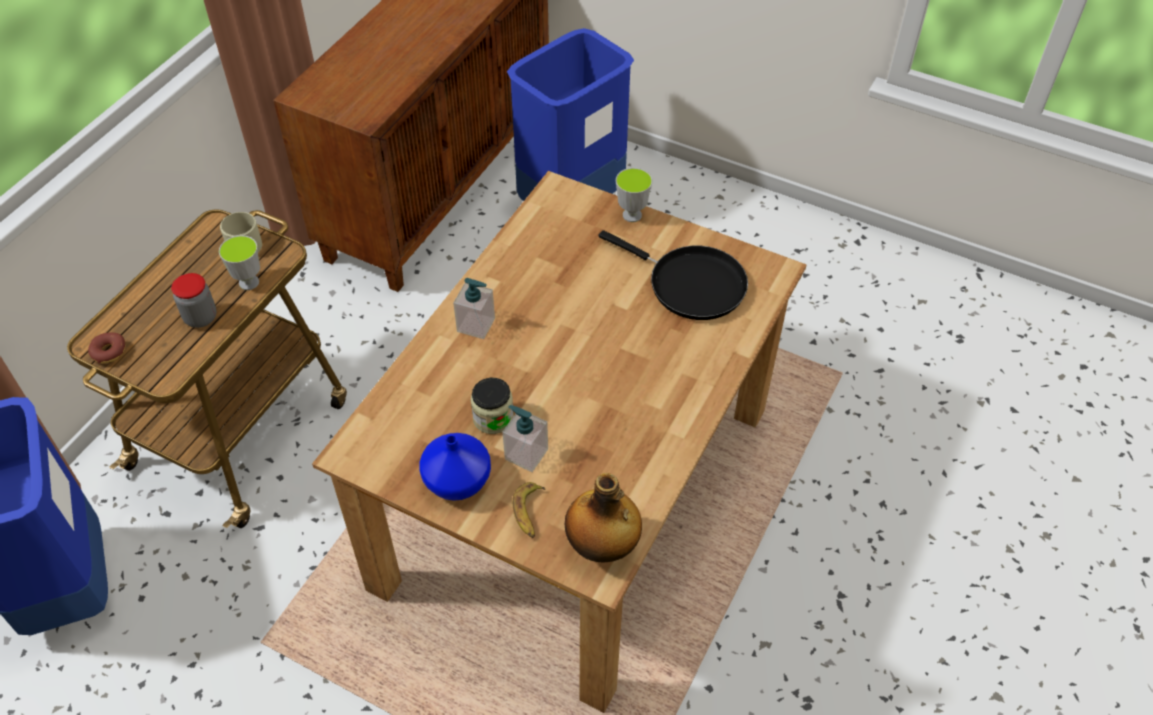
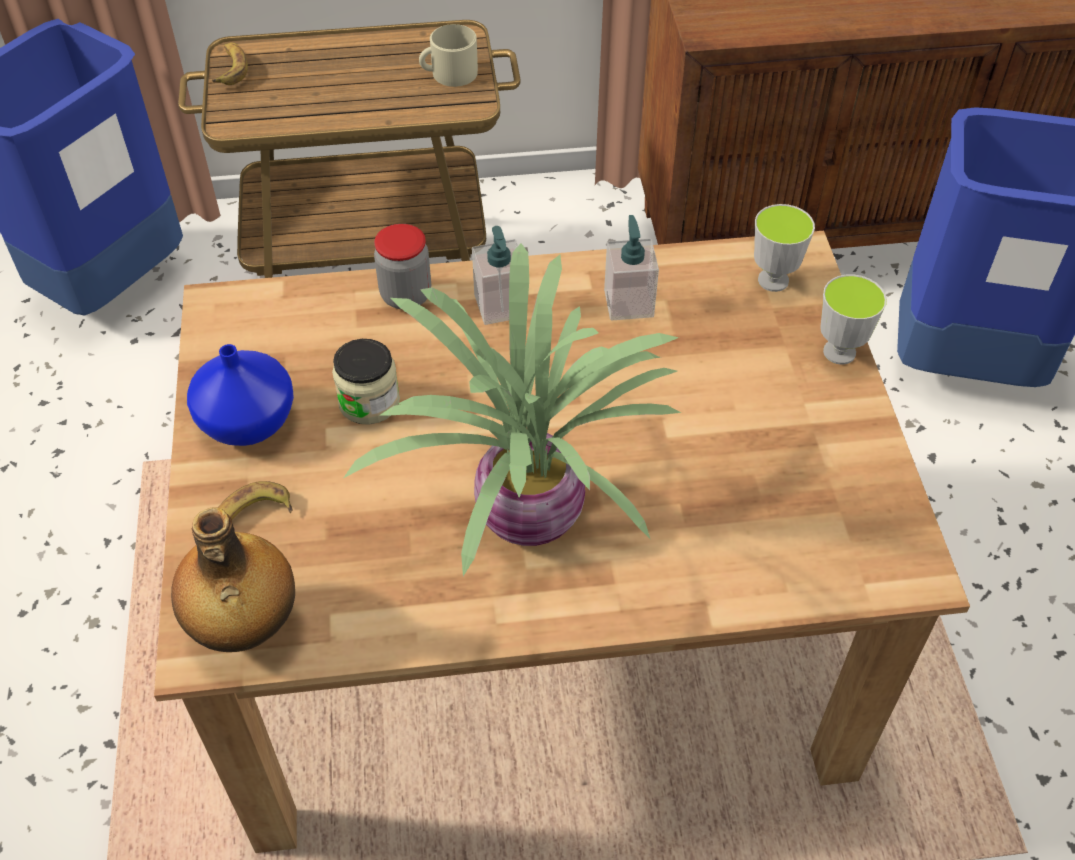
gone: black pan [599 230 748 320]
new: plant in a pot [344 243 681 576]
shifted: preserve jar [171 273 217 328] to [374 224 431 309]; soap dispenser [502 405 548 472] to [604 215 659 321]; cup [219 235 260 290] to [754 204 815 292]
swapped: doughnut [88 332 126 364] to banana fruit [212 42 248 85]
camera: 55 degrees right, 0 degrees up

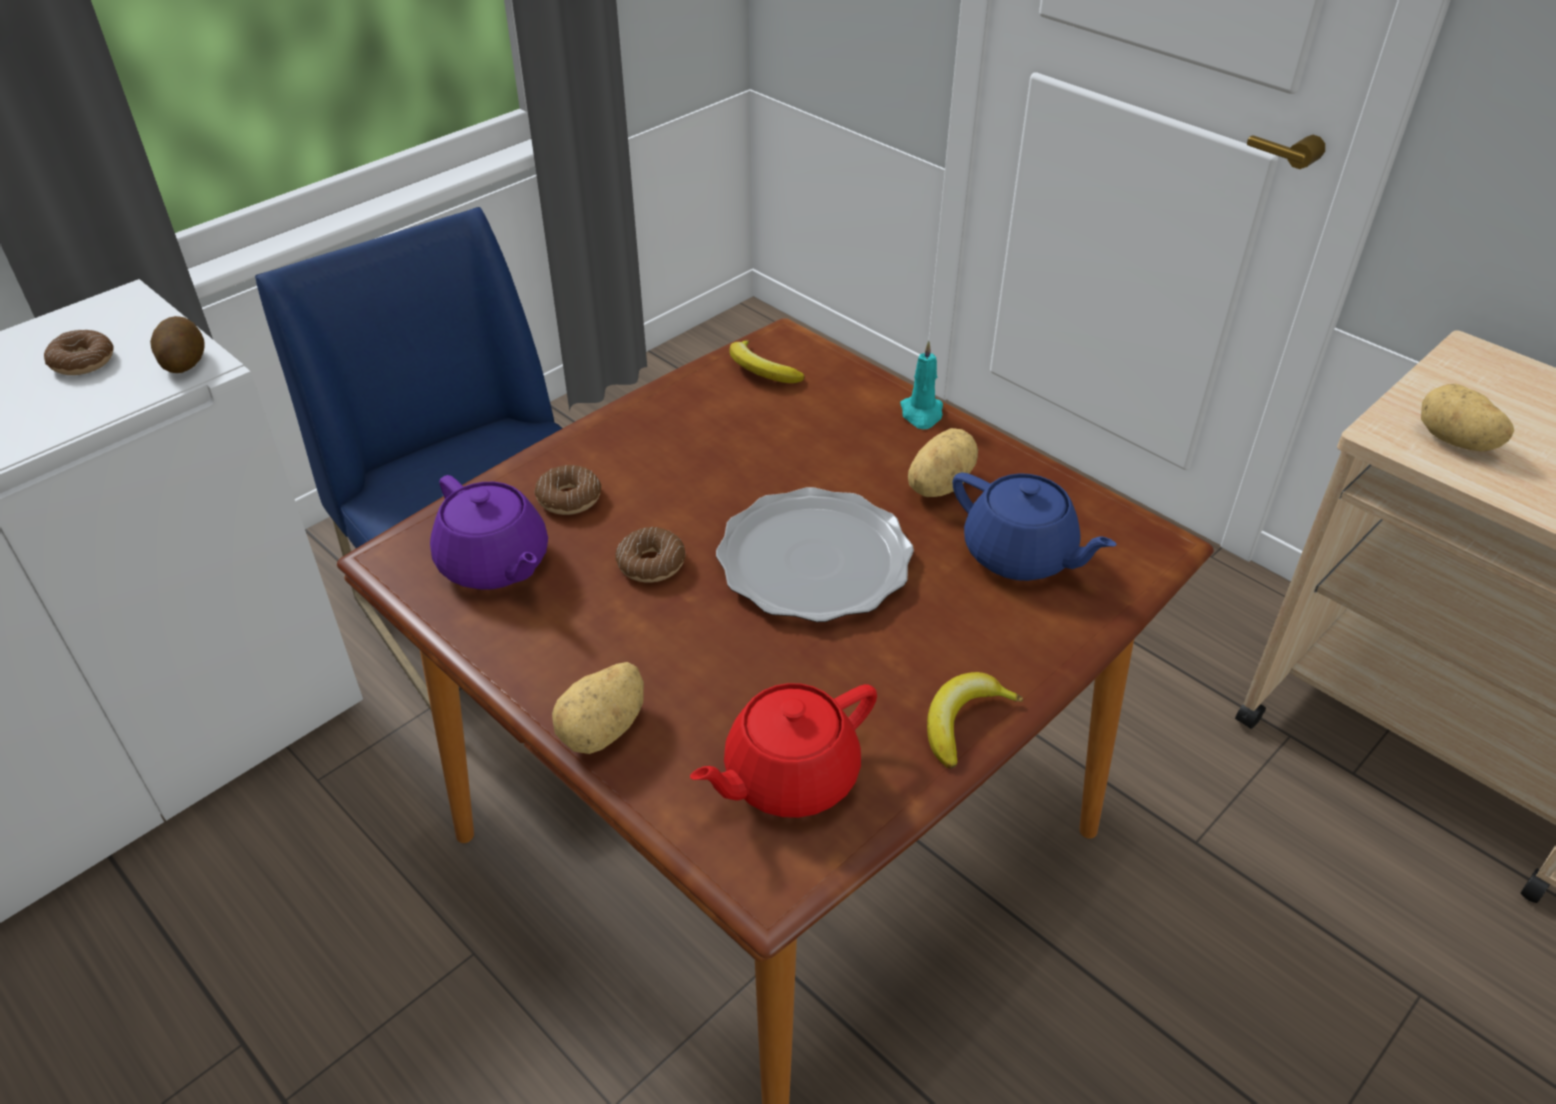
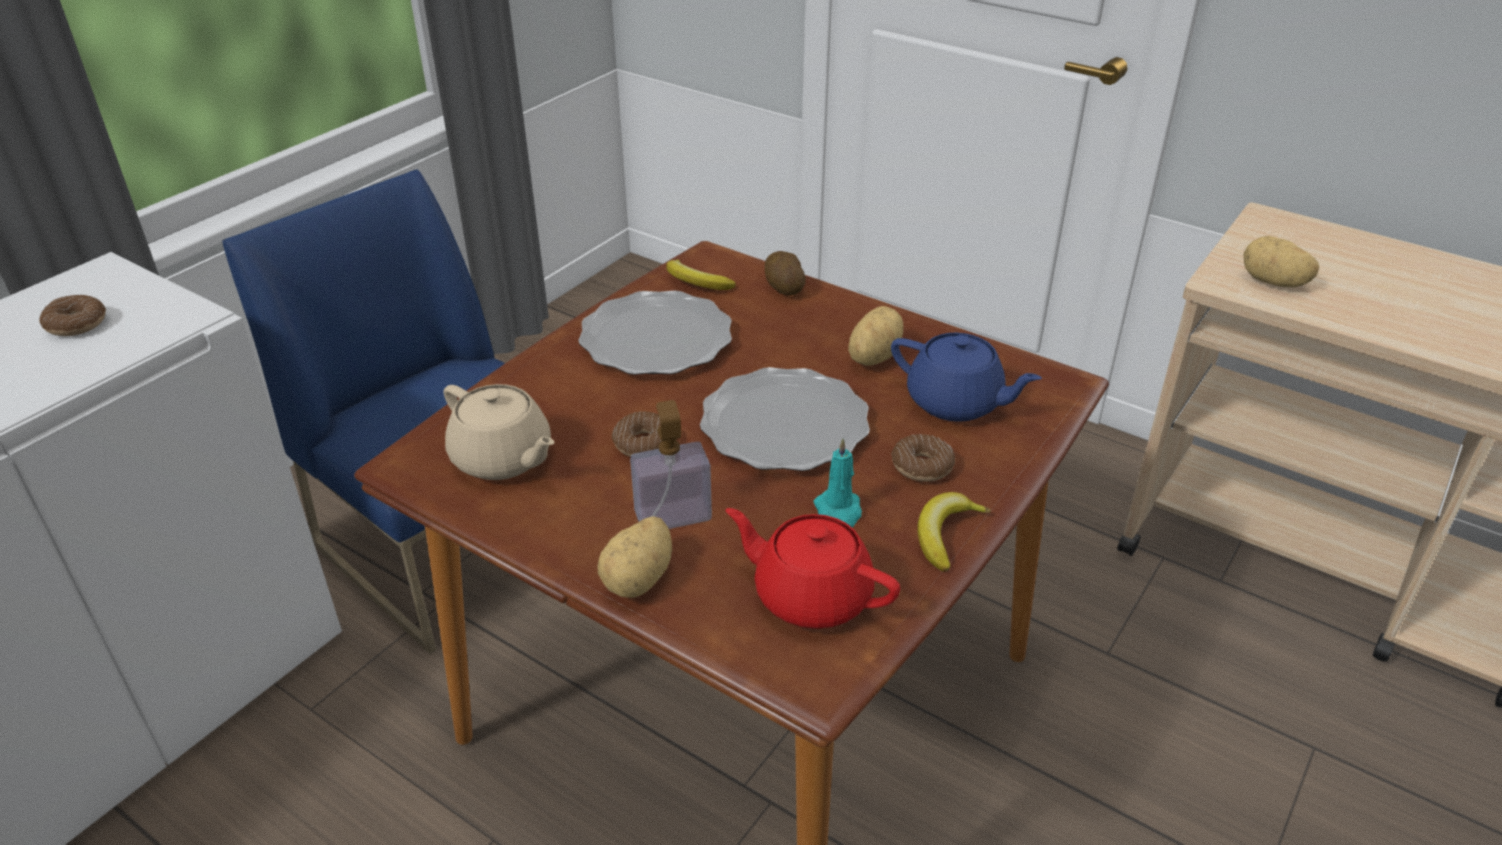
new: plate [578 291 732 375]; soap dispenser [630 400 712 529]
shifted: potato [150 316 205 373] to [765 251 806 295]; blue-green wax light [900 341 943 429] to [813 438 862 527]; doughnut [534 465 601 515] to [892 434 955 482]
repainted: purple-coloured tea pot [430 475 548 590] to beige-coloured tea pot [444 384 555 480]
rotated: red tea pot [690 683 877 818] = [726 508 900 629] 75 degrees clockwise
camera: 10 degrees left, 5 degrees down

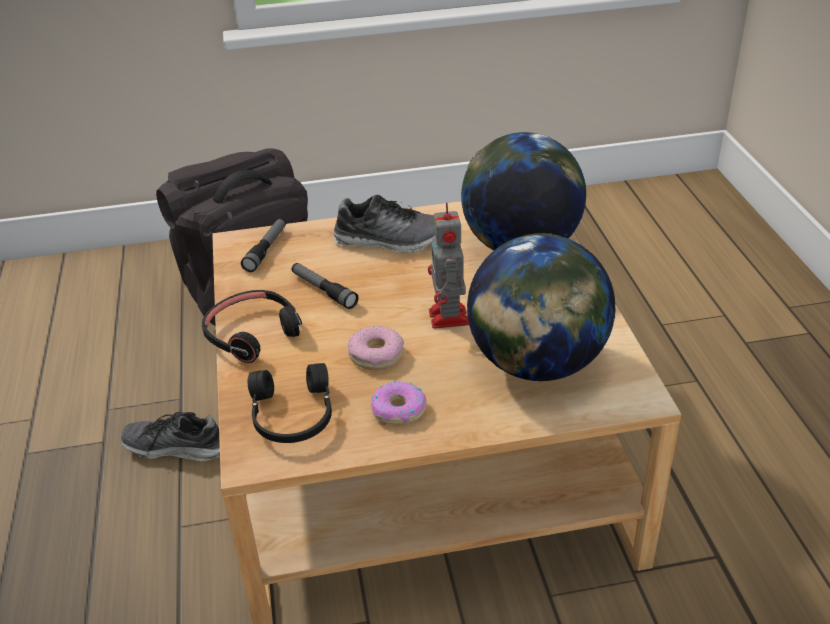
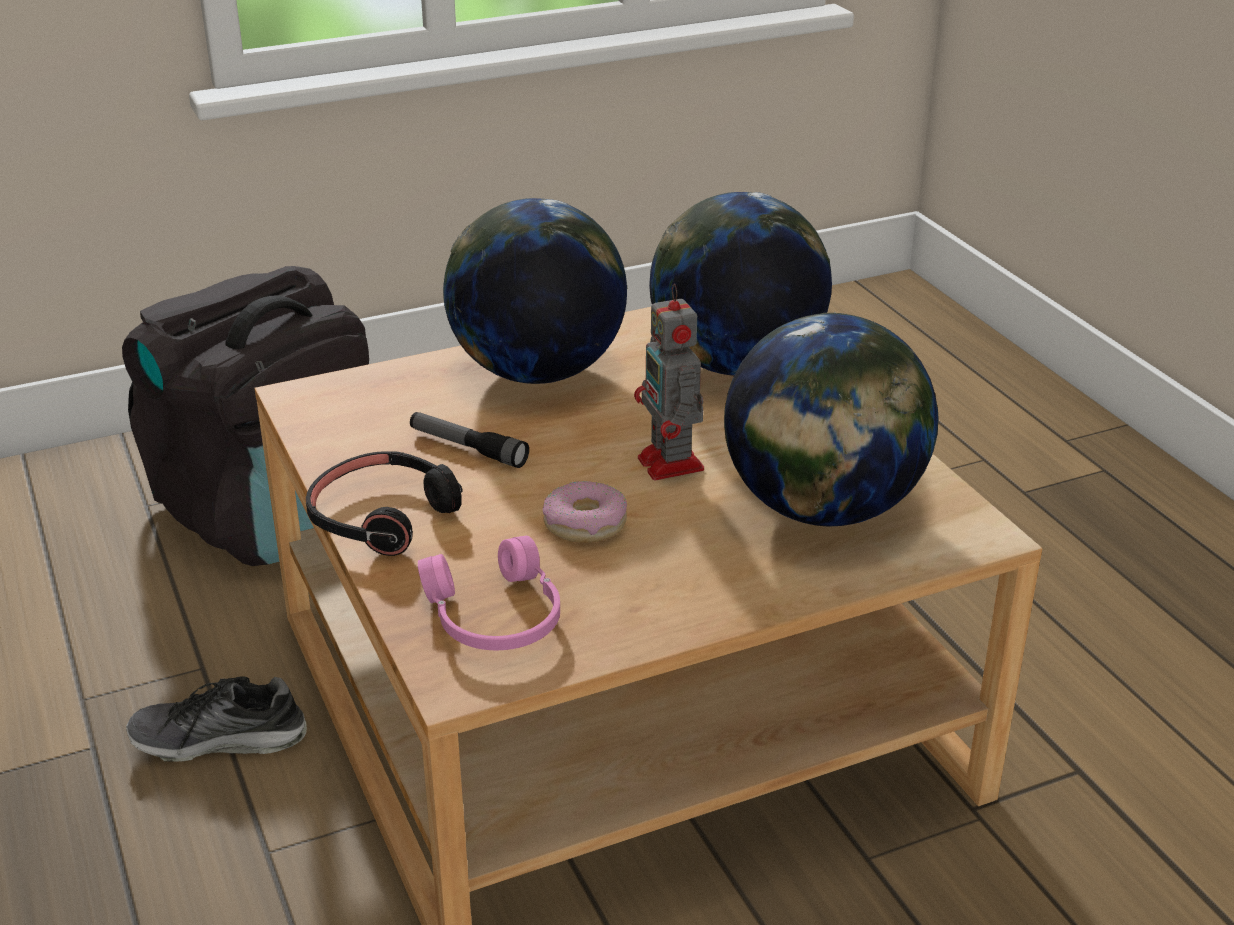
gone: hand torch [241 218 286 272]; doughnut [371 381 427 424]
swapped: item of footwear [334 195 435 253] to world globe [443 198 627 384]
repainted: black headset [248 363 332 443] to pink headset [418 536 560 650]
camera: 15 degrees left, 5 degrees down

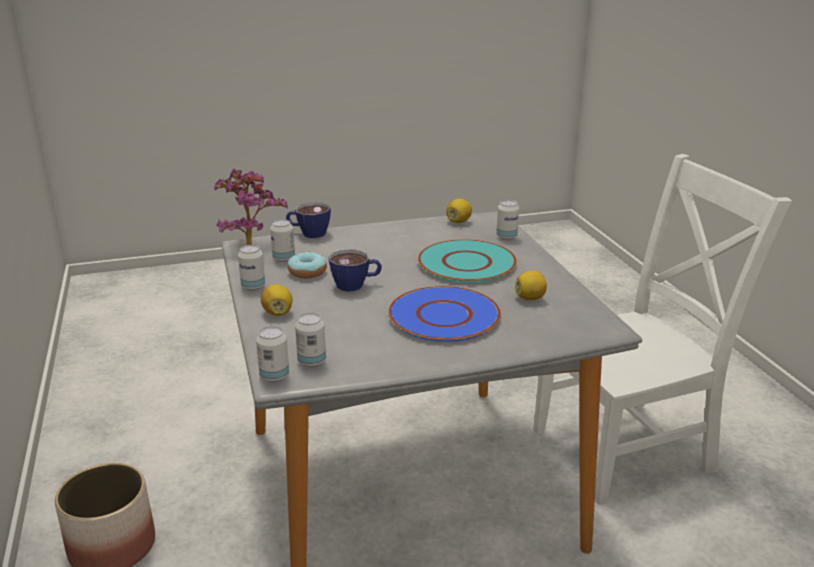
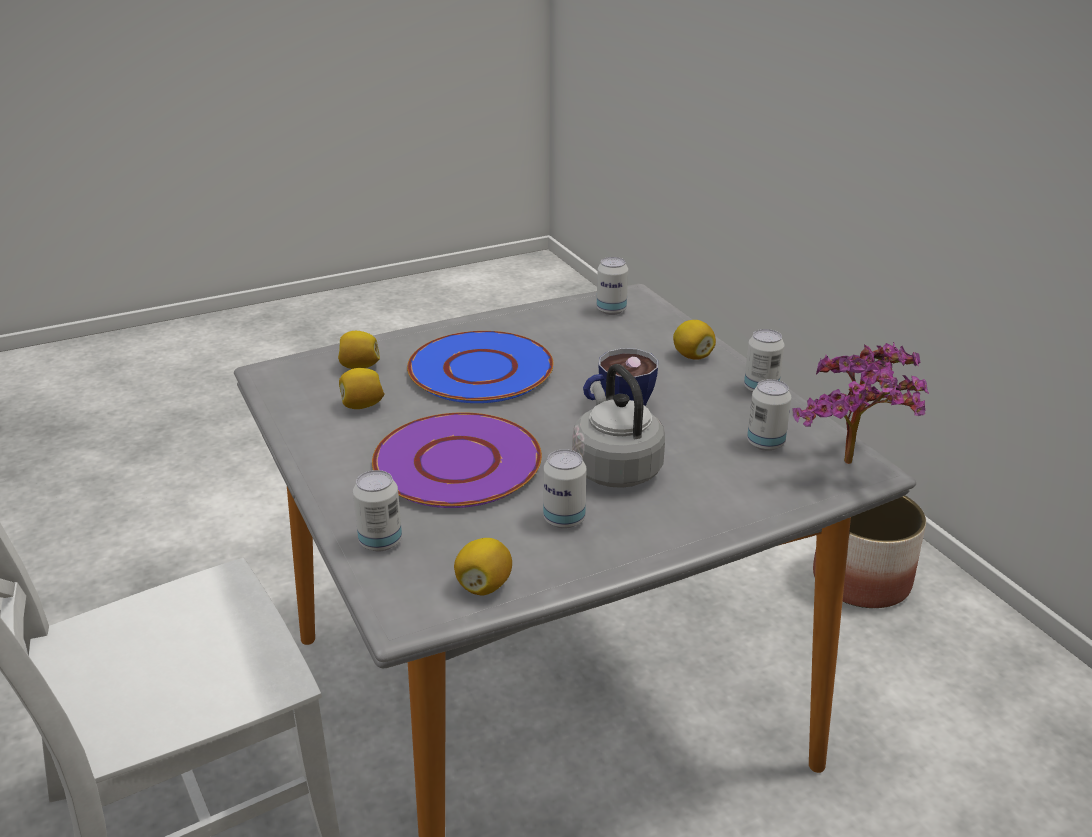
gone: cup [286 202 331 238]; doughnut [288 251 327 278]
new: whole lemon [338 331 380 369]; grey tea kettle [572 364 665 488]
shifted: sealed can [256 326 289 382] to [543 449 587 529]
repainted: blue-green plate [418 239 517 283] to purple-coloured plate [372 412 542 508]
camera: 170 degrees right, 5 degrees up

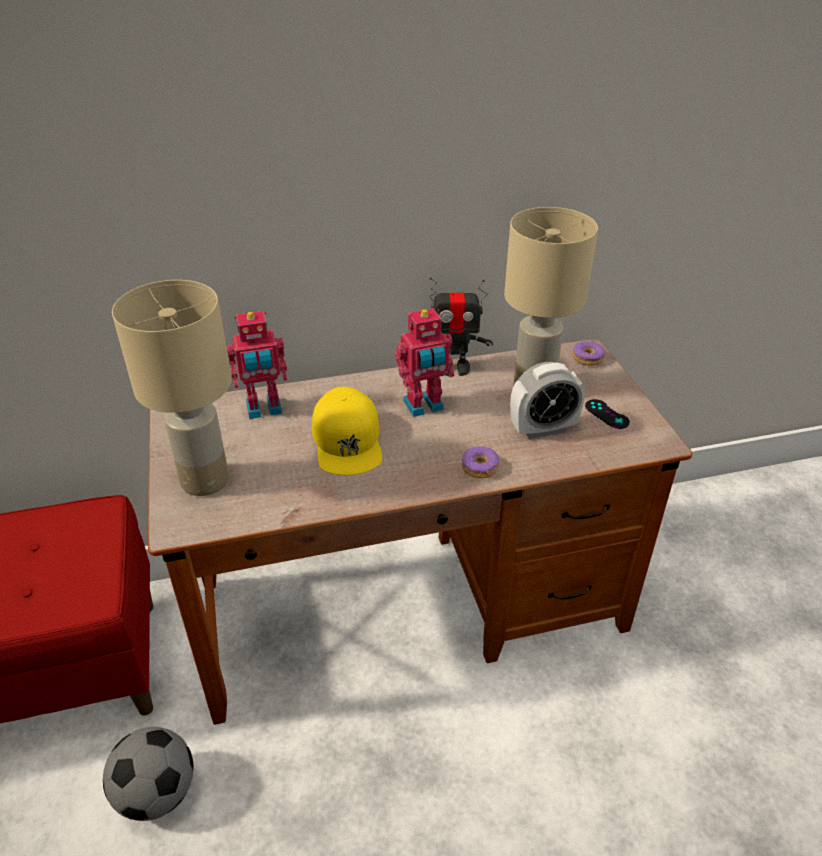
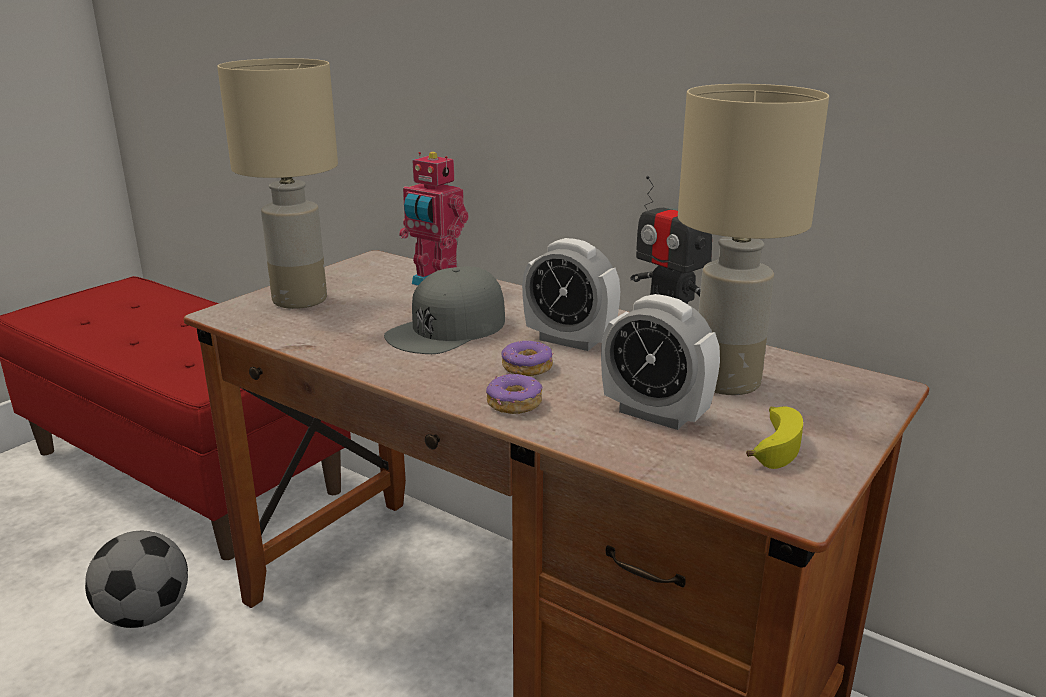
shifted: doughnut [573 341 605 366] to [501 340 554 376]
swapped: model robot [395 308 454 417] to alarm clock [522 238 620 351]; black gamepad [585 399 630 429] to banana fruit [746 407 803 469]
repainted: yellow-coloured baseball cap [312 387 382 475] to grey baseball cap [384 267 505 354]
camera: 50 degrees right, 15 degrees down

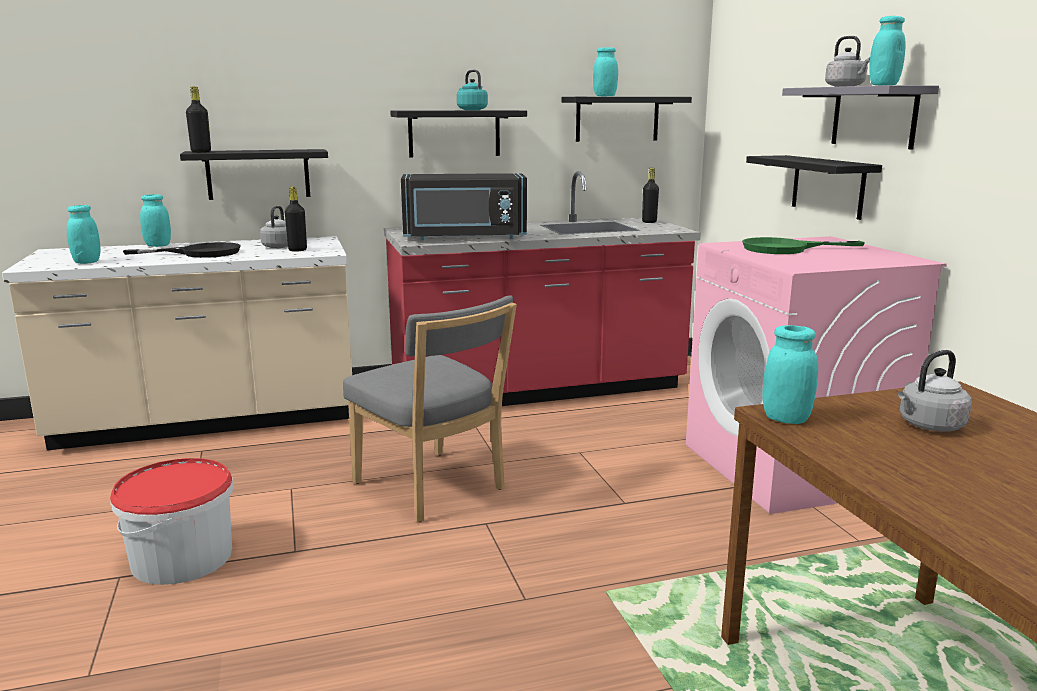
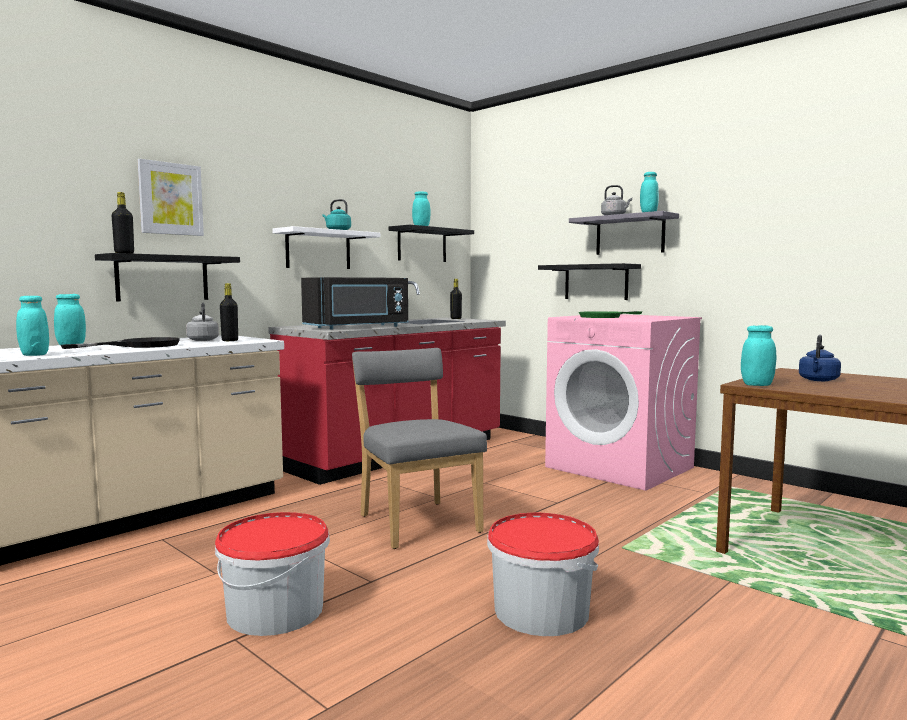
new: picture [137 159 204 236]; water bucket [487 512 599 636]
repainted: black wall shelf [390 110 527 158] to white-coloured wall shelf [272 226 380 269]; grey tea kettle [898 350 972 432] to blue tea kettle [799 335 841 381]
rotated: grey plain chair [343 295 517 522] = [352 348 487 549] 135 degrees counterclockwise
camera: 30 degrees left, 10 degrees down

